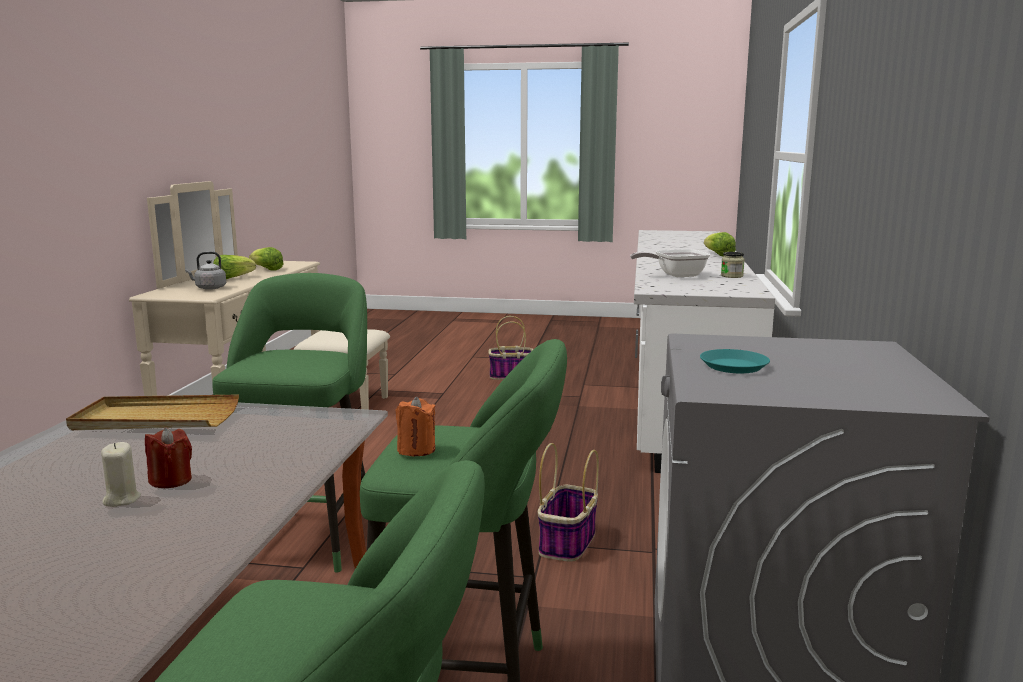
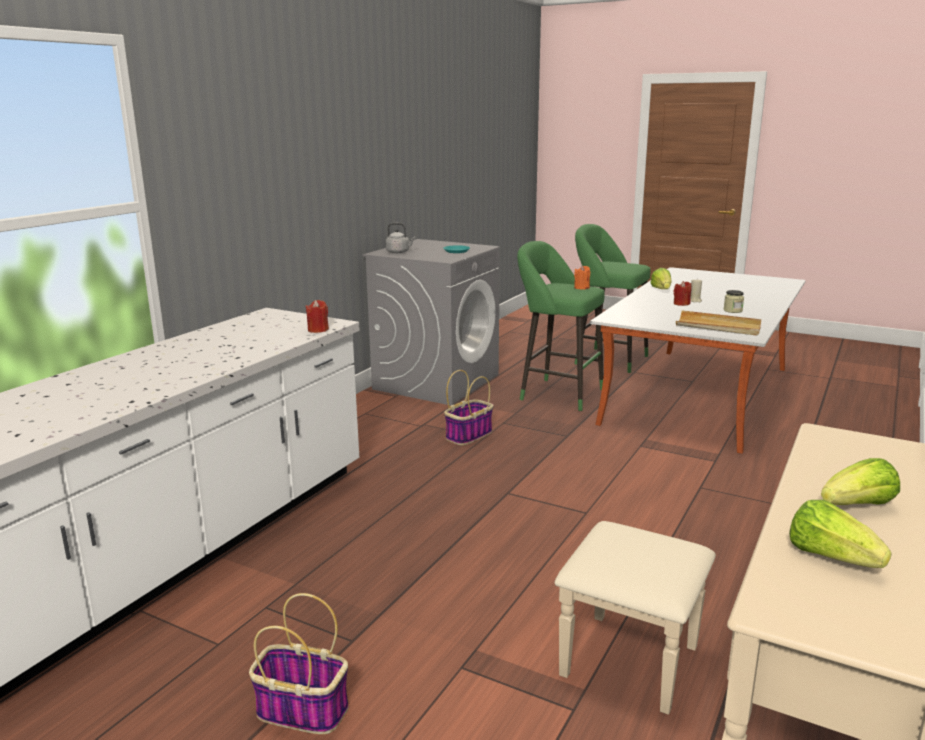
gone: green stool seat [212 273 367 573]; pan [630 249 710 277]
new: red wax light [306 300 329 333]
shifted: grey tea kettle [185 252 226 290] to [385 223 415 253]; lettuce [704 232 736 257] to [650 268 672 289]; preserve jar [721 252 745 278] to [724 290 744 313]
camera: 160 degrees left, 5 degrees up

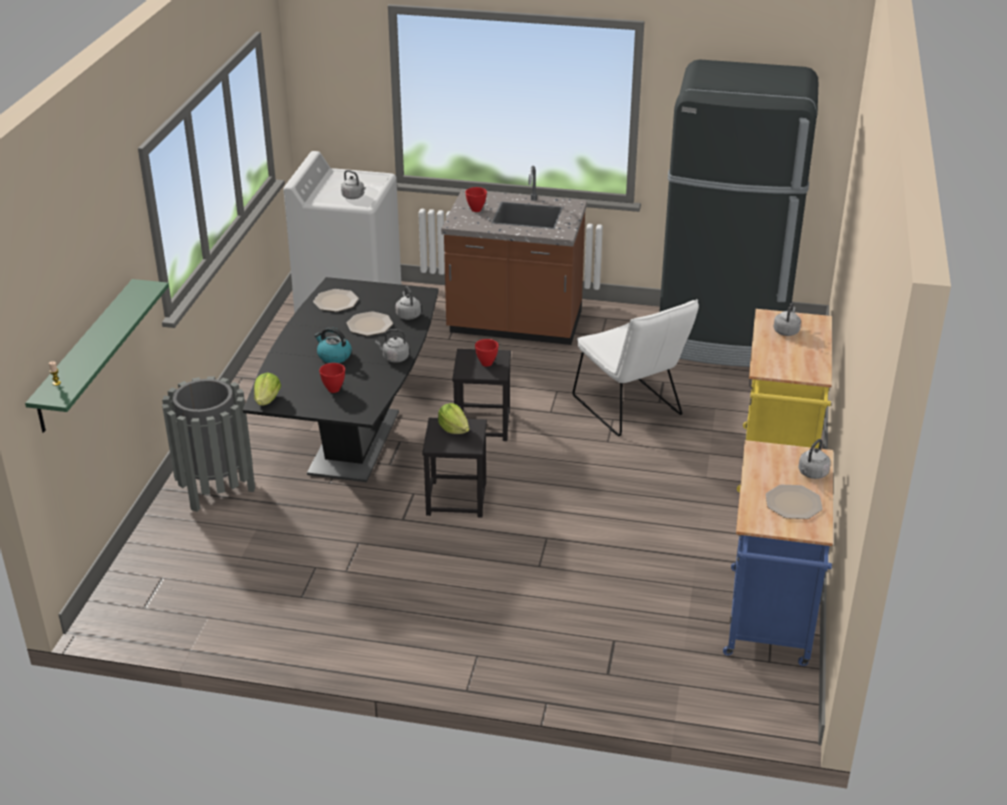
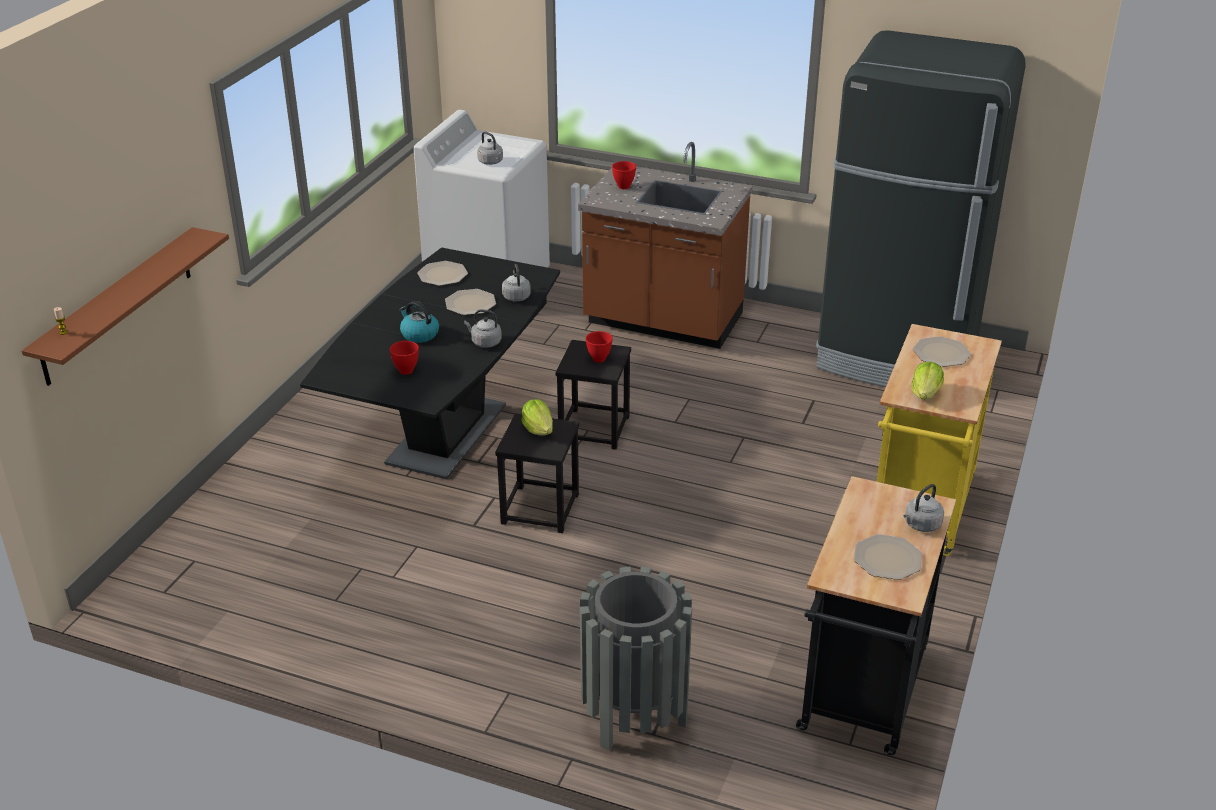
gone: white-coloured plain chair [573 299 699 436]
shifted: grey trash can [162 376 255 512] to [580 566 692 751]; lettuce [254 373 281 405] to [911 361 944 400]
swapped: grey tea kettle [774 301 801 336] to plate [913 336 971 367]
repainted: green wall shelf [25 279 169 433] to brownish wall shelf [22 227 229 386]; blue cart [723 440 833 666] to black cart [796 476 956 755]
camera: 10 degrees right, 0 degrees up

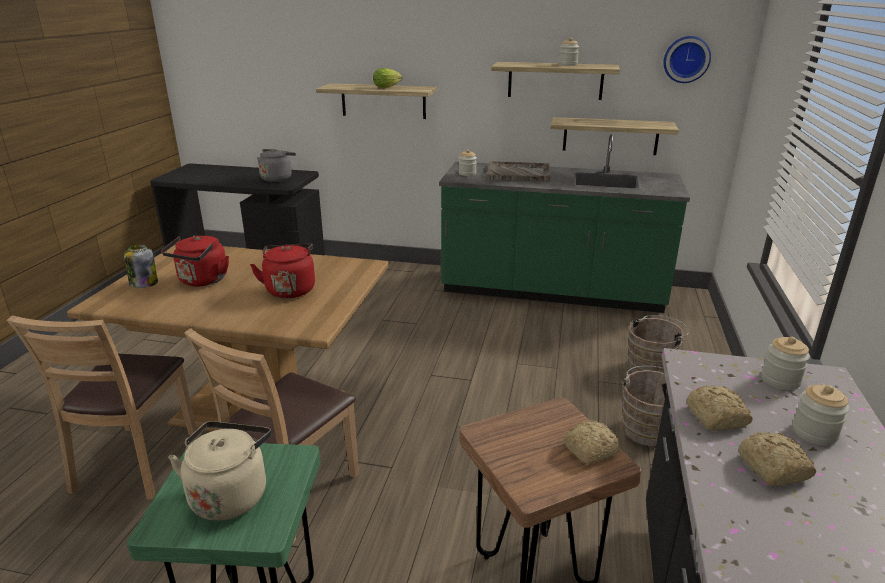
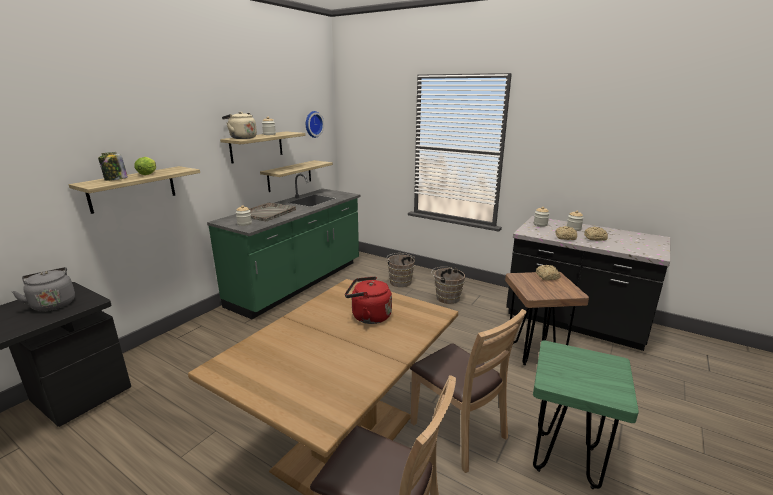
gone: red tea kettle [161 236 229 287]
shifted: preserve jar [124 245 158 288] to [98 152 128 181]; beige-coloured tea kettle [168 421 272 521] to [222 112 257 139]
camera: 70 degrees left, 5 degrees down

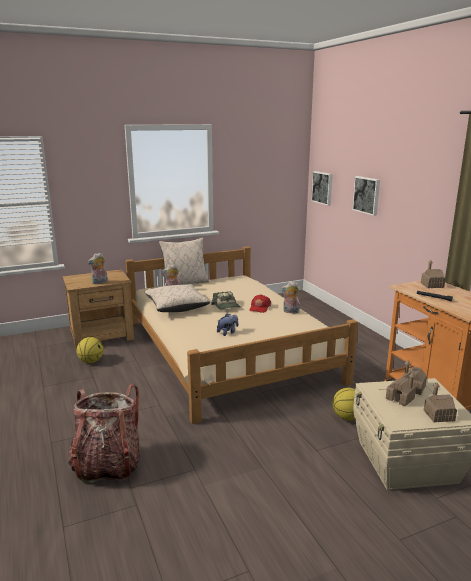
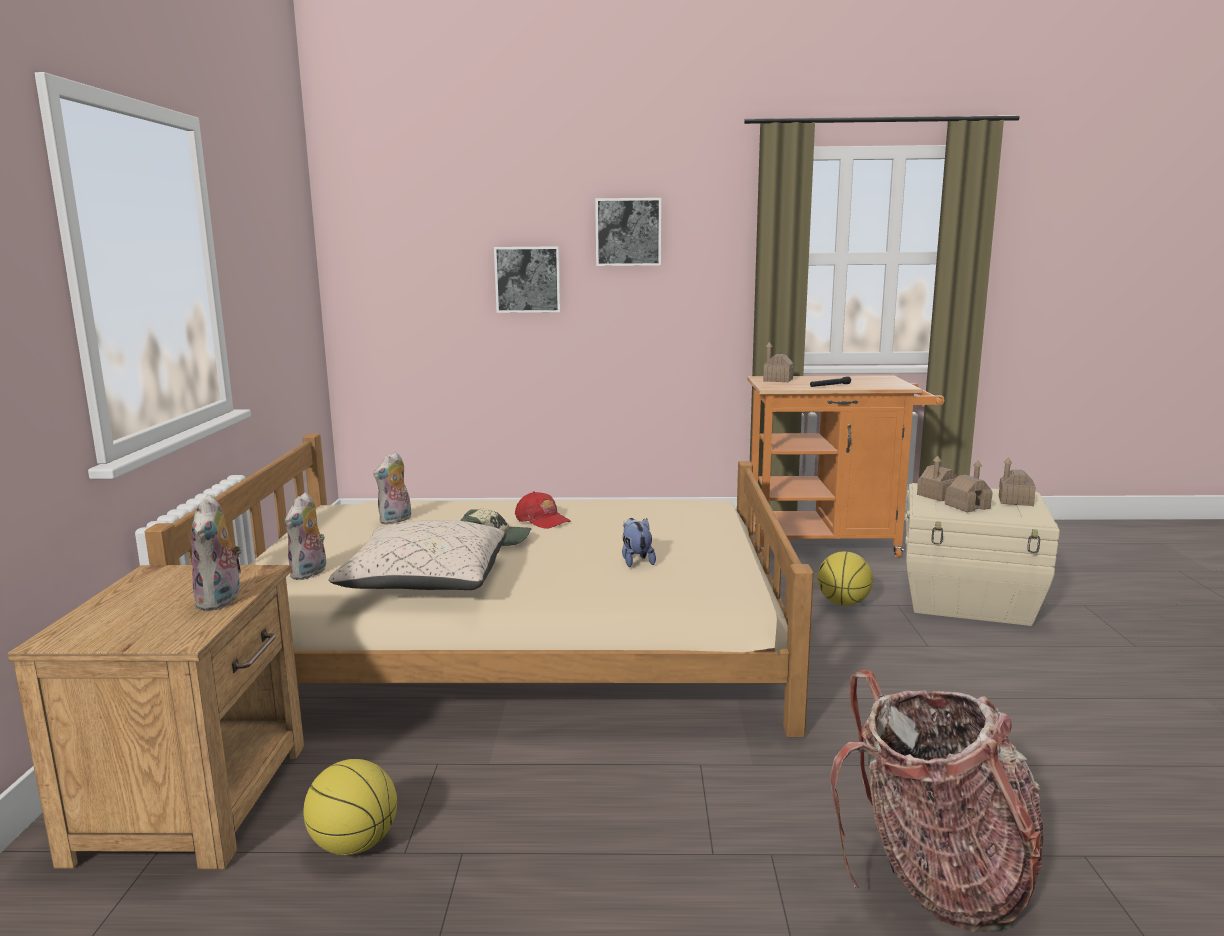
gone: beige-coloured throw pillow [159 238 209 286]
shifted: soft toy [281 282 300 313] to [373 452 411 525]; picture [311 171 333 205] to [595 198 661 266]
camera: 65 degrees left, 5 degrees down

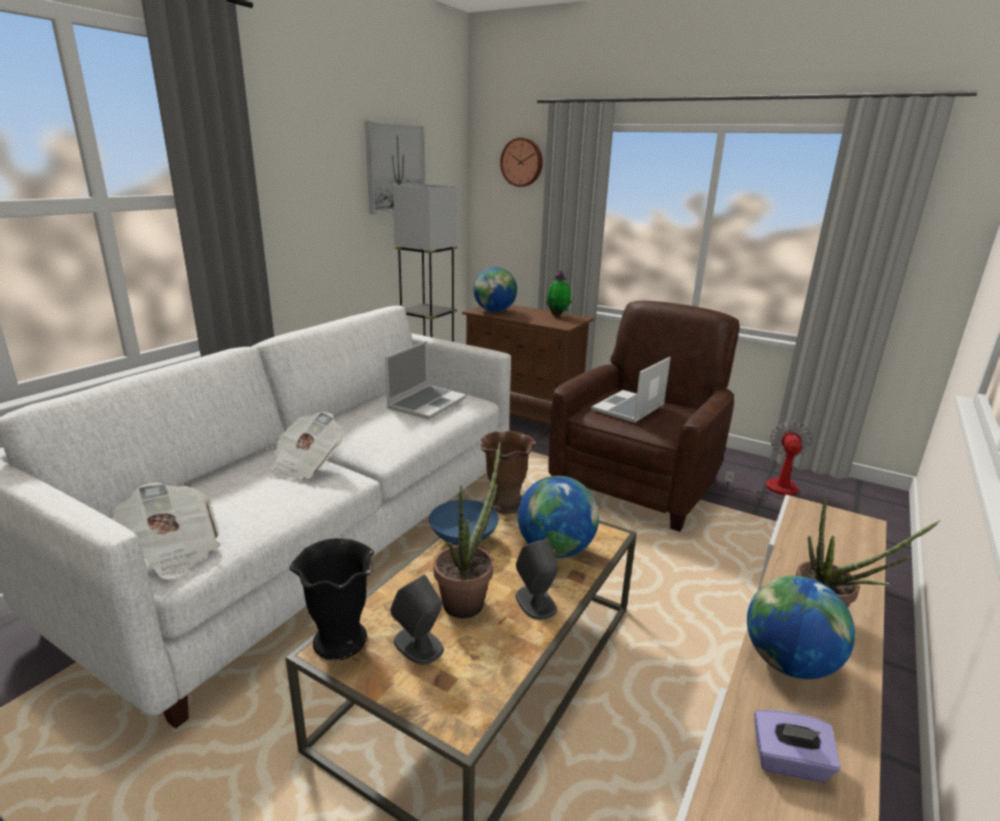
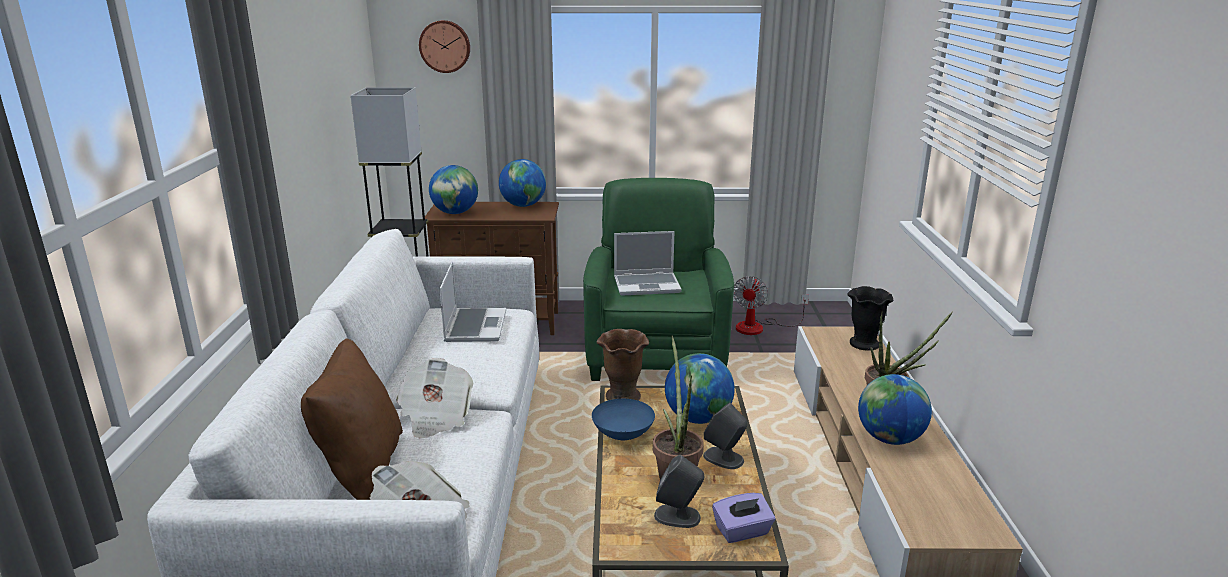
gone: picture [365 121 425 214]
new: brownish throw pillow [301 338 403 500]
shifted: purple-coloured tissue box [754 709 841 782] to [712 493 775 543]; black flower vase [290 538 374 660] to [847 286 893 351]
swapped: plant in a pot [546 271 572 316] to world globe [499 159 546 207]
repainted: brownish lounge chair [548 301 739 532] to green lounge chair [583 178 734 381]
rotated: portable computer [591 357 671 423] = [614 231 682 296] 105 degrees counterclockwise; fan [724 421 812 500] = [733 276 809 335] 150 degrees counterclockwise
camera: 30 degrees left, 0 degrees up

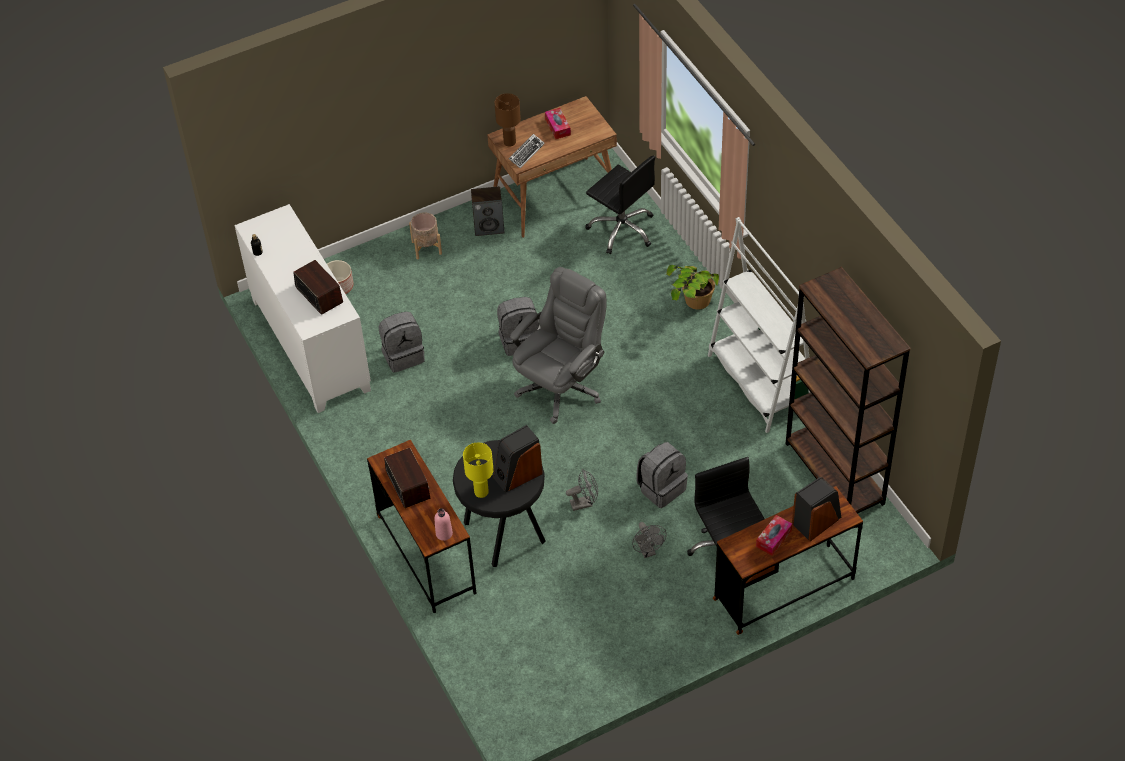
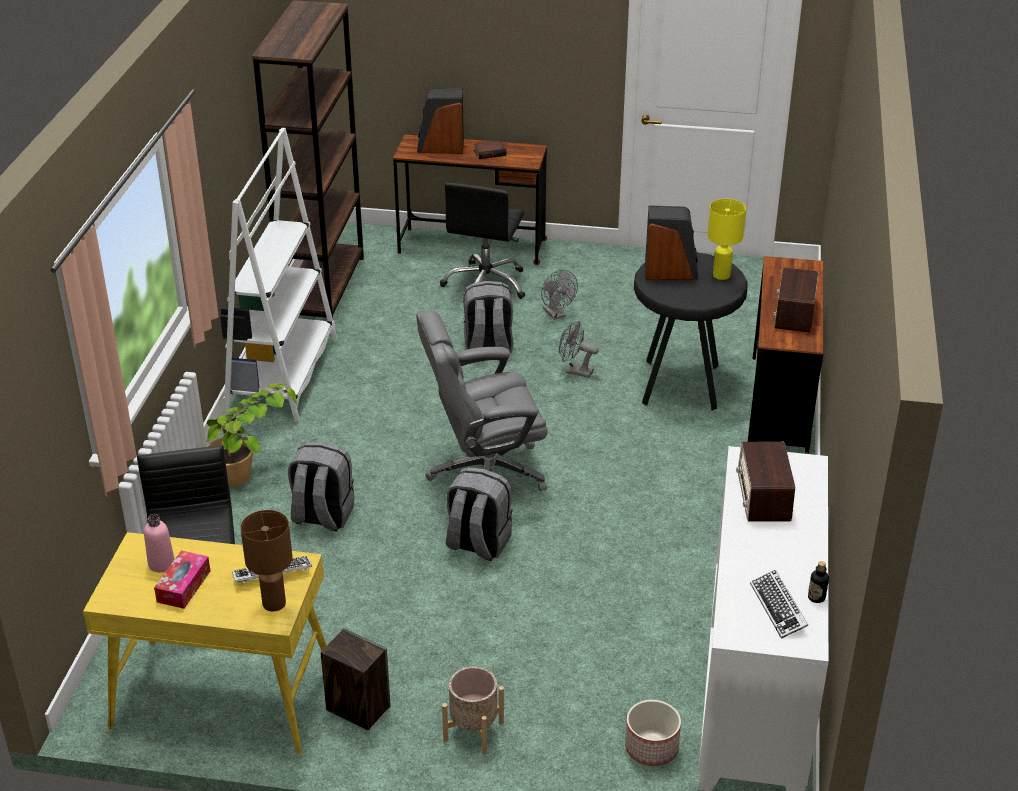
new: computer keyboard [750 570 808 639]
shifted: pink drink bottle [434 508 453 541] to [144 514 175 572]; grey backpack [379 312 425 373] to [288 442 354 532]
swapped: tissue box [756 515 792 555] to volume [474 141 506 159]
repainted: brownish desk unit [487 96 617 238] to yellow-coloured desk unit [83 532 327 755]
rotated: grey fan [632 522 667 558] = [541 270 578 320] 135 degrees clockwise
camera: 145 degrees left, 15 degrees down

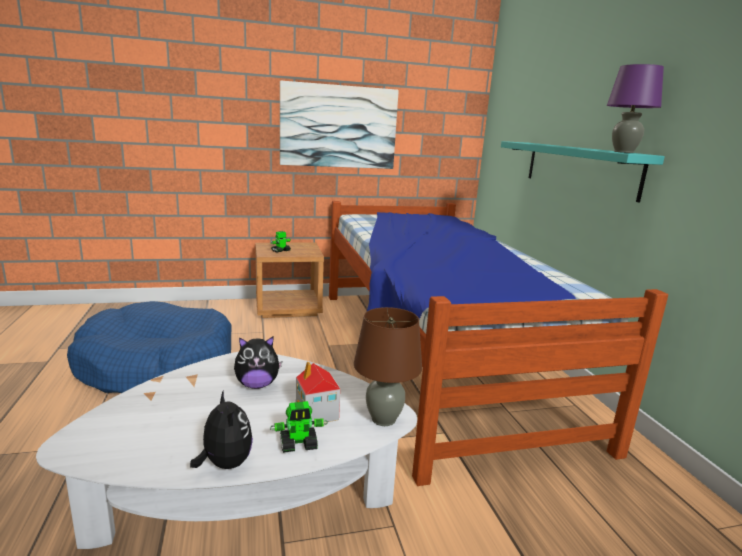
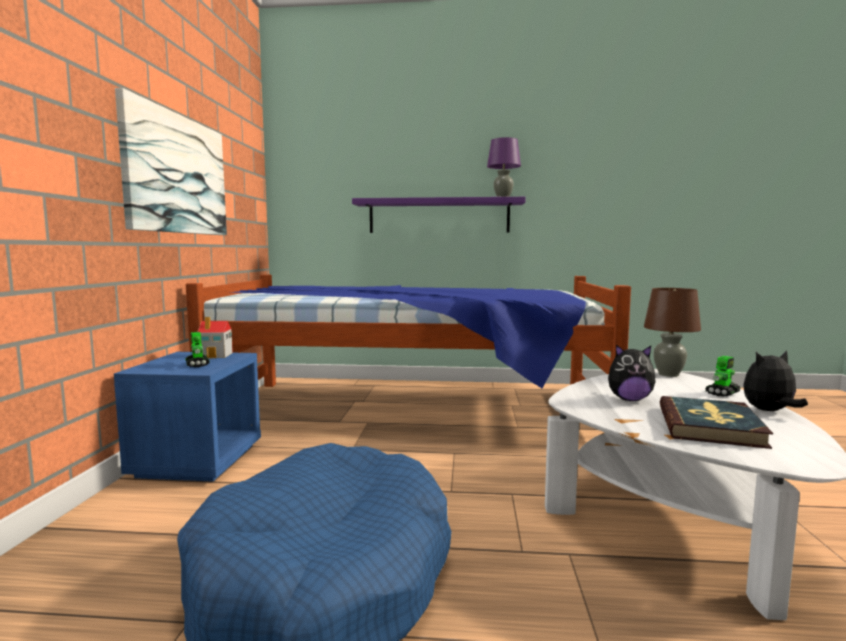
new: volume [660 396 773 449]
shifted: model house [296 362 340 423] to [198 317 233 358]
repainted: brownish nightstand [255 243 324 318] to blue nightstand [114 352 261 482]; blue-green wall shelf [501 141 665 203] to purple-coloured wall shelf [352 197 526 233]
rotated: soft toy [234 337 282 389] = [608 345 656 401] 90 degrees clockwise; model robot [270 401 328 453] = [705 356 741 396] 45 degrees clockwise
camera: 70 degrees left, 10 degrees down

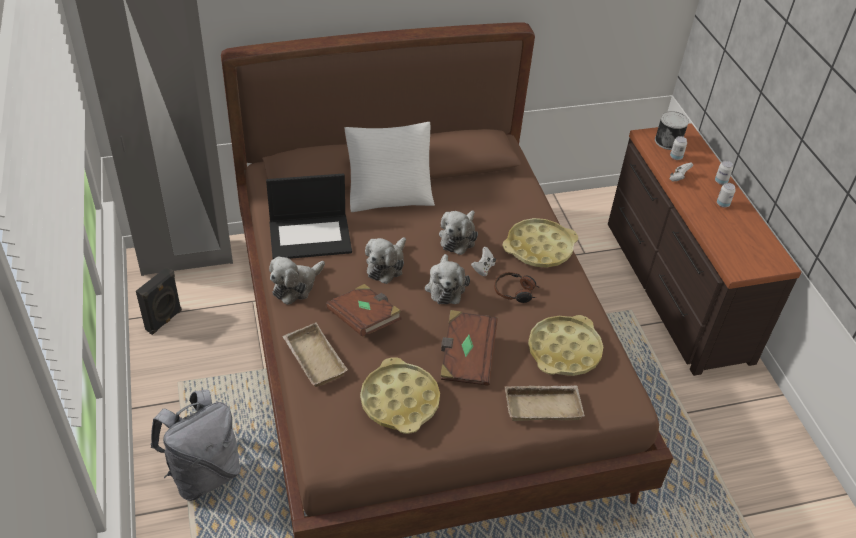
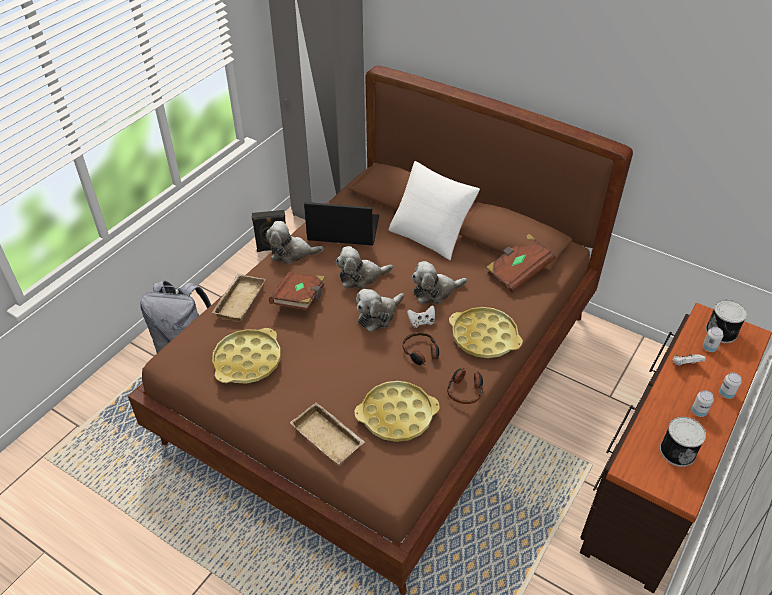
new: headset [447 368 483 404]; sealed can [660 417 706 467]
shifted: brownish volume [440 310 498 386] to [486 234 556 293]
rotated: portable computer [266 173 352 259] = [304 202 379 245] 150 degrees clockwise
camera: 50 degrees right, 0 degrees up

